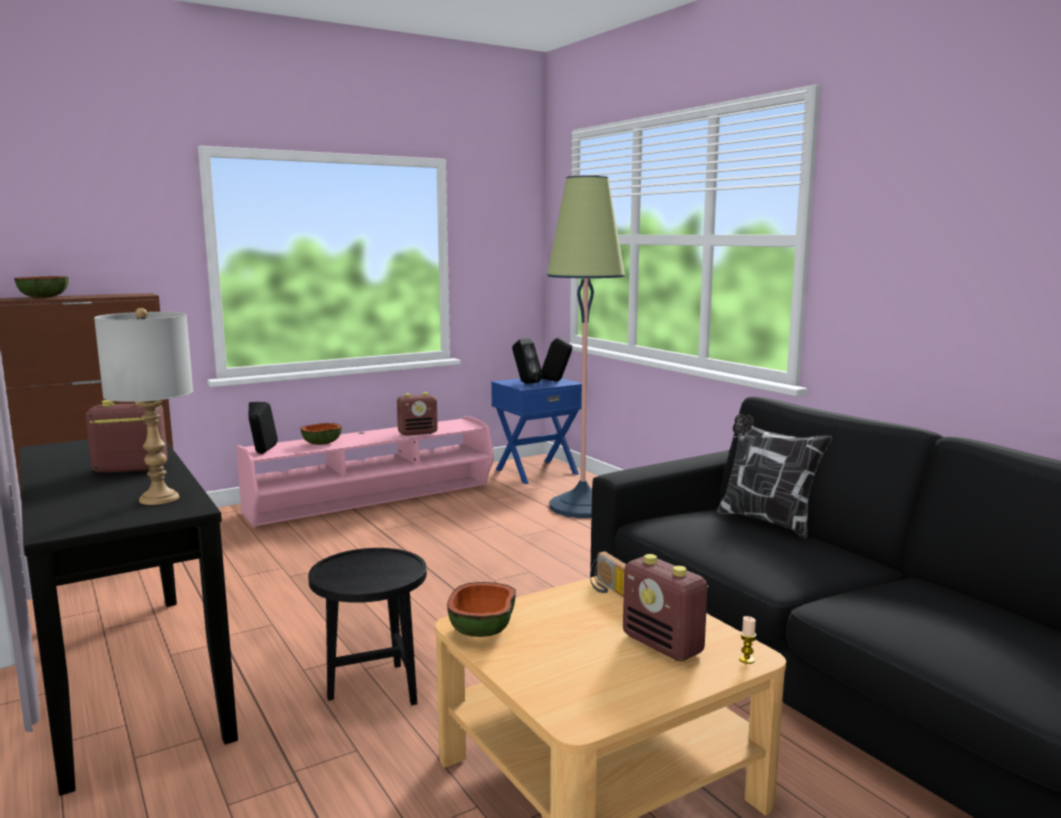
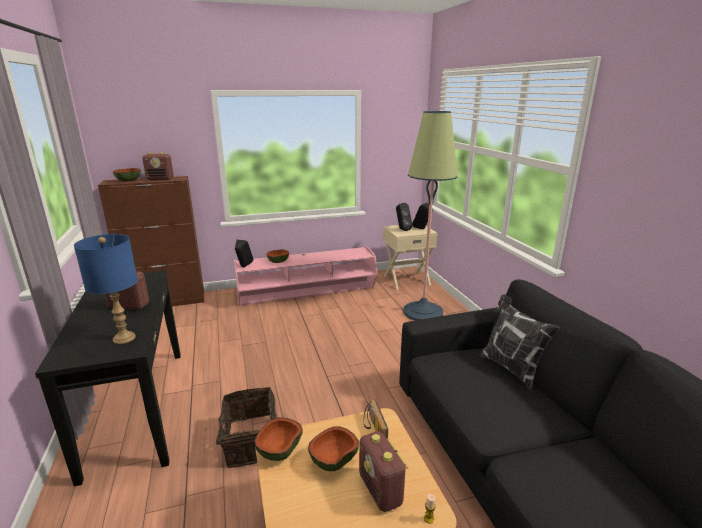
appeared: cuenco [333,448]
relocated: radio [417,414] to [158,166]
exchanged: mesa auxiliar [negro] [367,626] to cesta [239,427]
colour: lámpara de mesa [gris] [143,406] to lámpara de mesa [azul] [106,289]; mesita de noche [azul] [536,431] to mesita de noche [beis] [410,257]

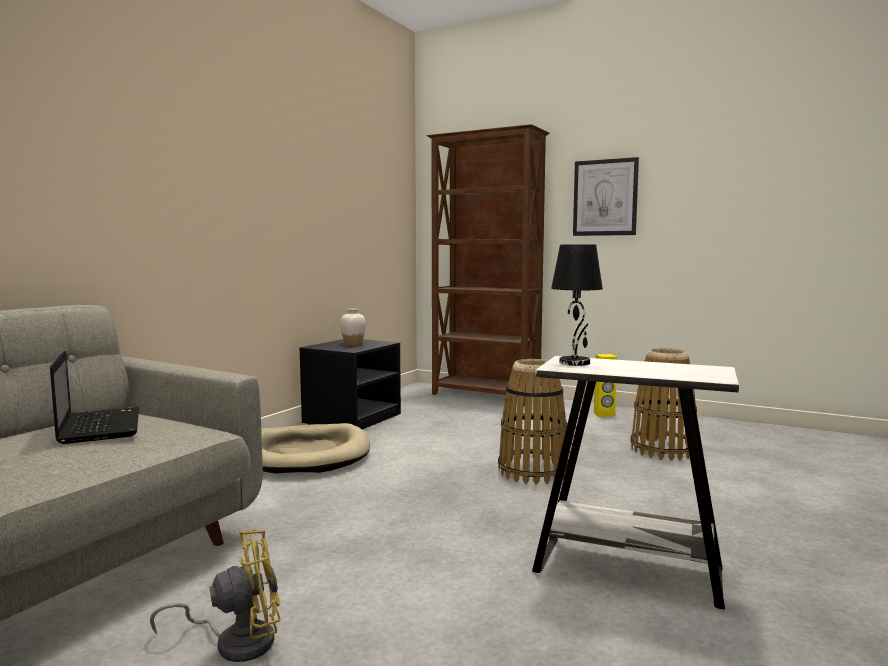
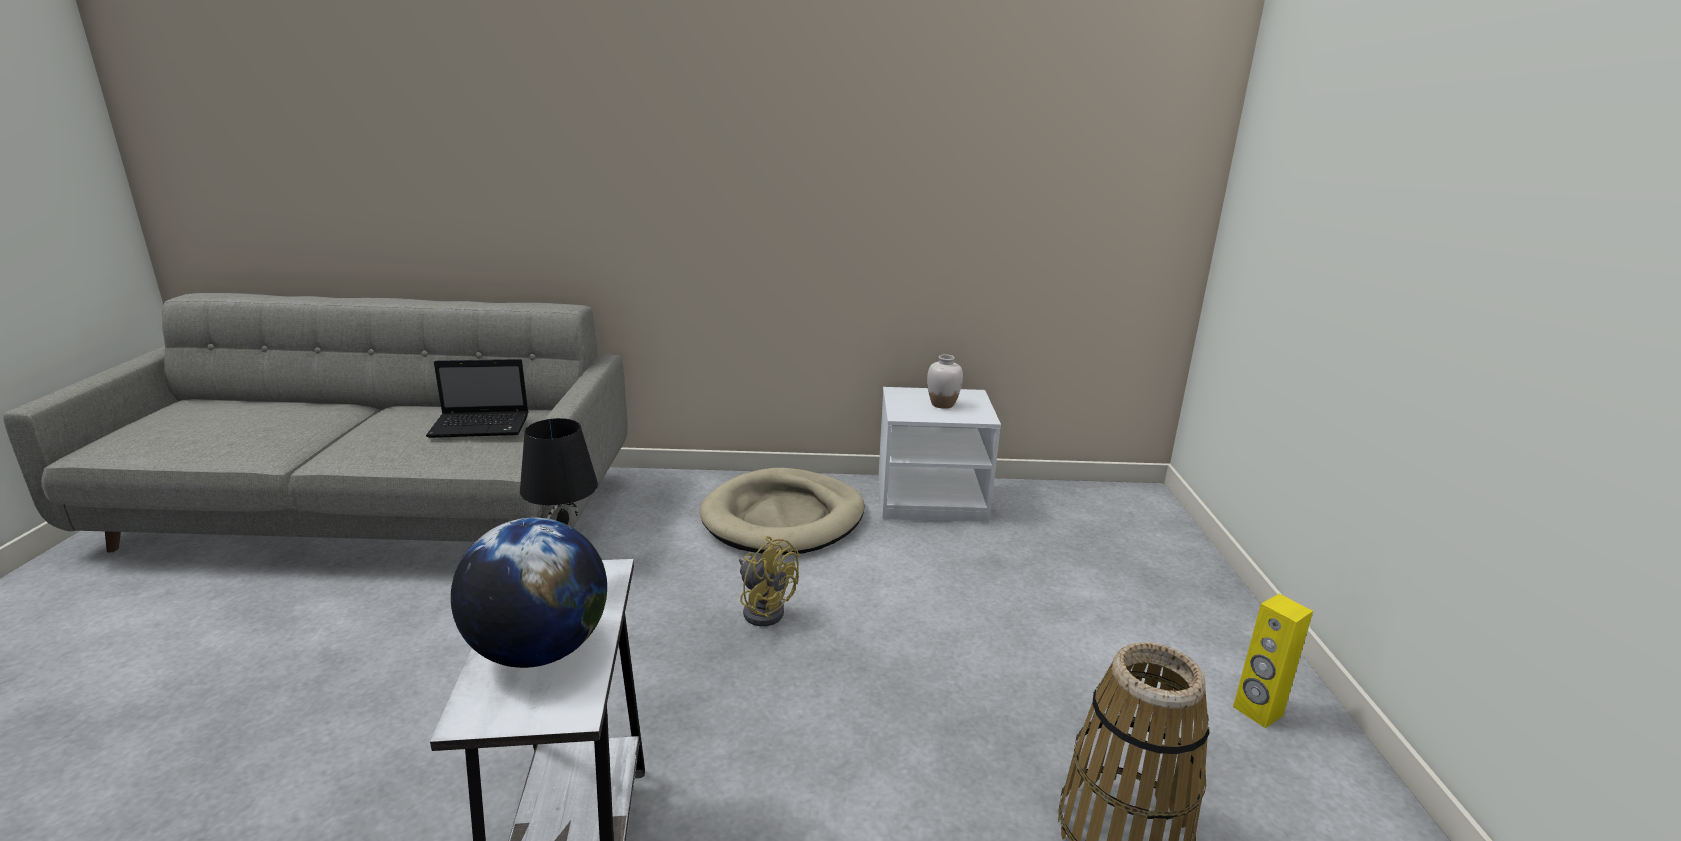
missing: estantería [marrón] [488,265]; cuadro [606,196]; cesta [533,422]
appeared: globo terráqueo [529,593]
relocated: ventilador [amarillo] [215,596] to [769,581]
colour: mesita de noche [negro] [350,384] to mesita de noche [blanco] [939,454]
spun: portátil [94,397] = [477,398] 45 degrees clockwise

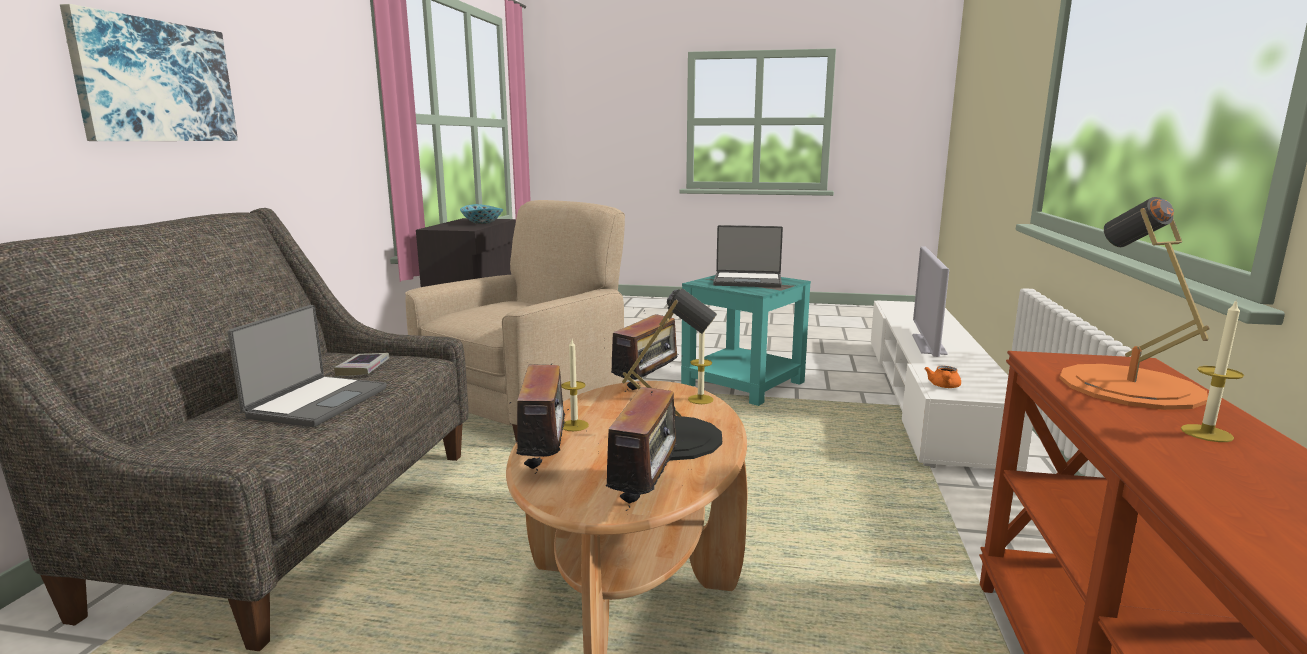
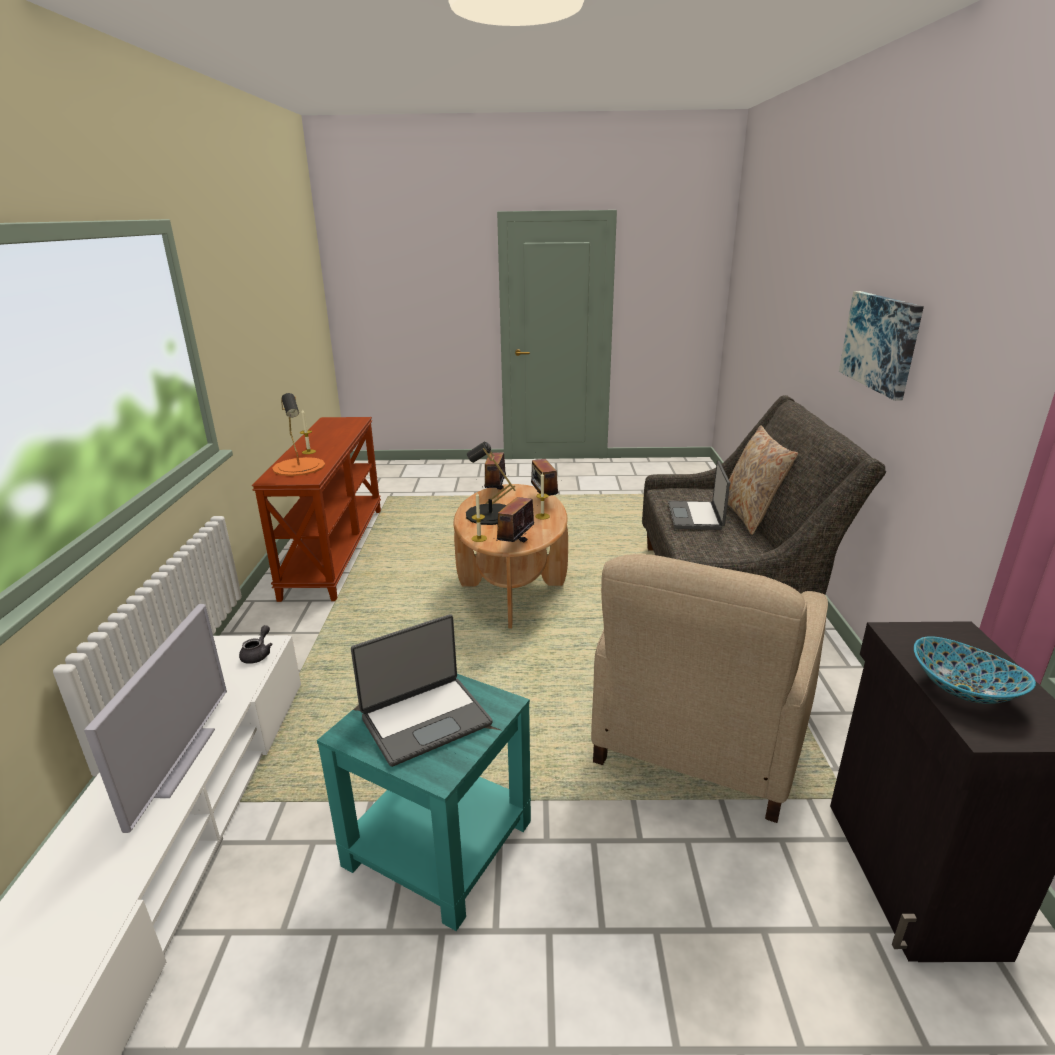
missing: libro [362,364]
appeared: cojín [beis] [763,480]
colour: tetera [naranja] [942,377] to tetera [gris] [256,644]
spun: portátil [748,256] = [422,690] 150 degrees clockwise

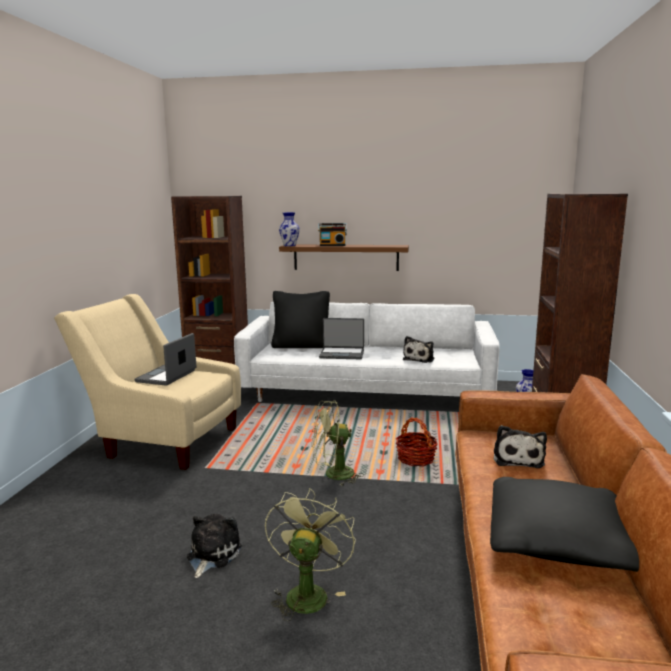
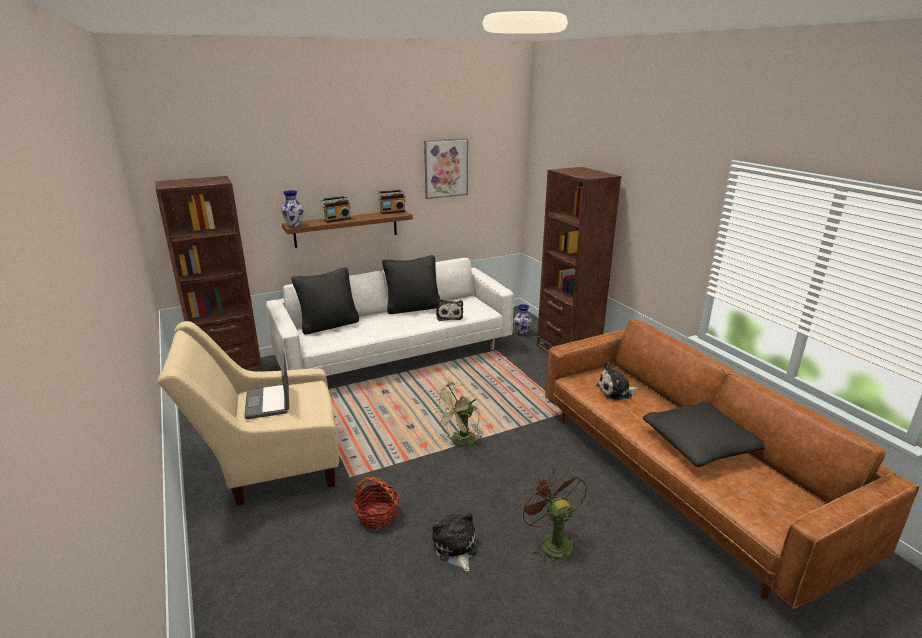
missing: portátil [341,338]
appeared: cuadro [446,168]; radio [391,202]; cojín [negro] [411,284]
relocated: cesta [417,441] to [376,502]
colour: ventilador [verde] [310,554] to ventilador [marrón] [552,518]
spun: peluche [520,446] = [618,381] 105 degrees clockwise

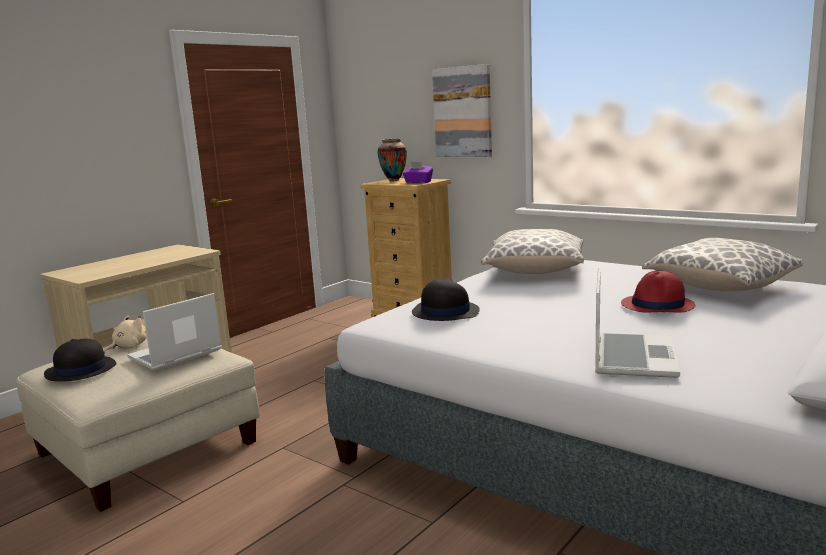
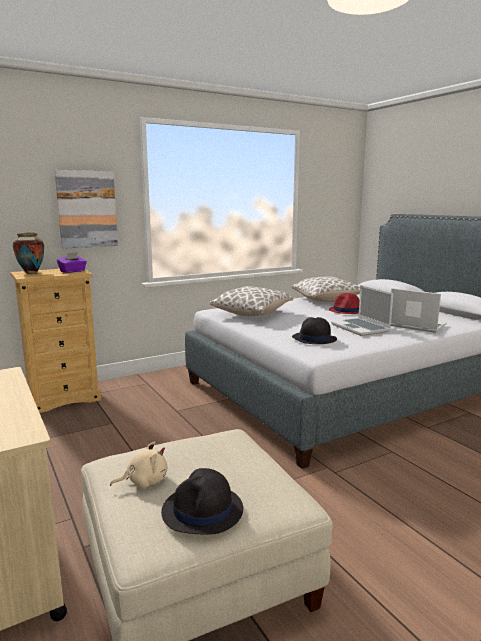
relocated: portátil [174,332] to [362,310]
spun: peluche [beis] [125,334] = [138,464] 105 degrees clockwise

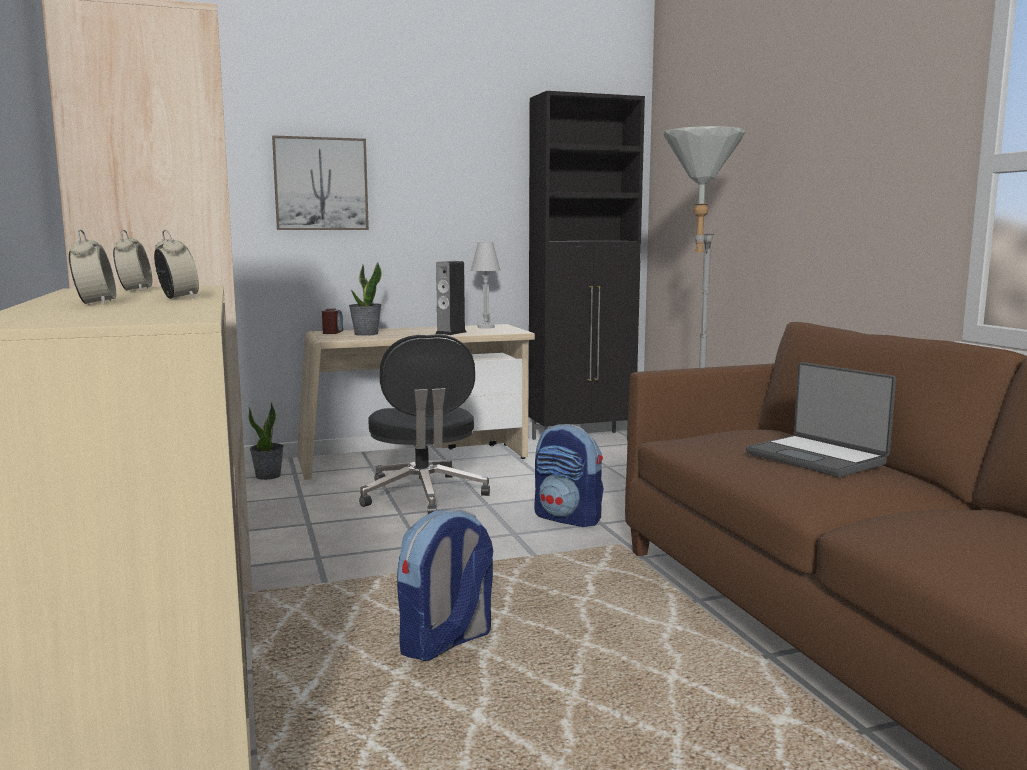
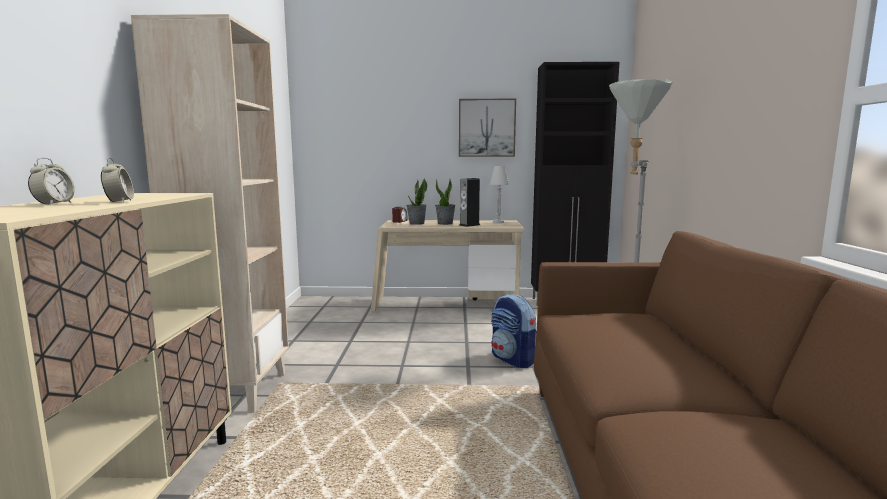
missing: despertador [132,260]; silla de oficina [negro] [424,424]; portátil [821,419]; mochila [445,585]
relocated: cuadro [320,182] to [487,128]; planta en maceta [266,441] to [445,202]

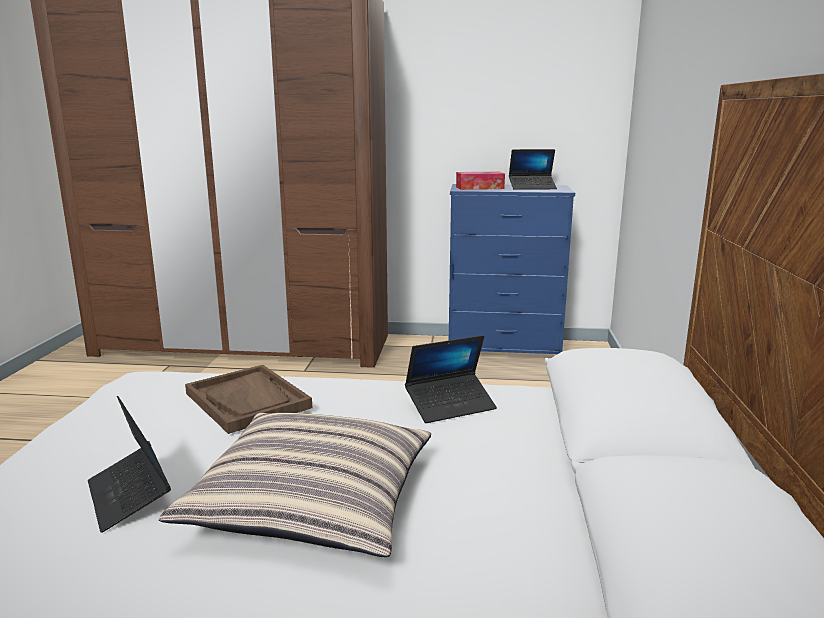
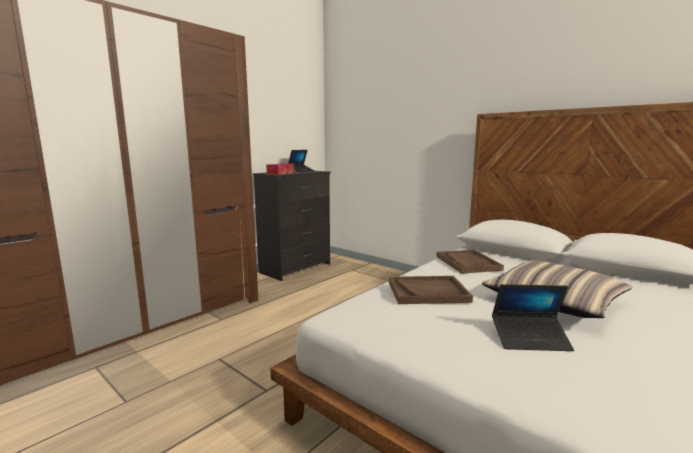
exchanged: portátil [451,379] to bandeja [marrón] [470,262]
colour: cómoda [azul] [512,269] to cómoda [negro] [291,226]

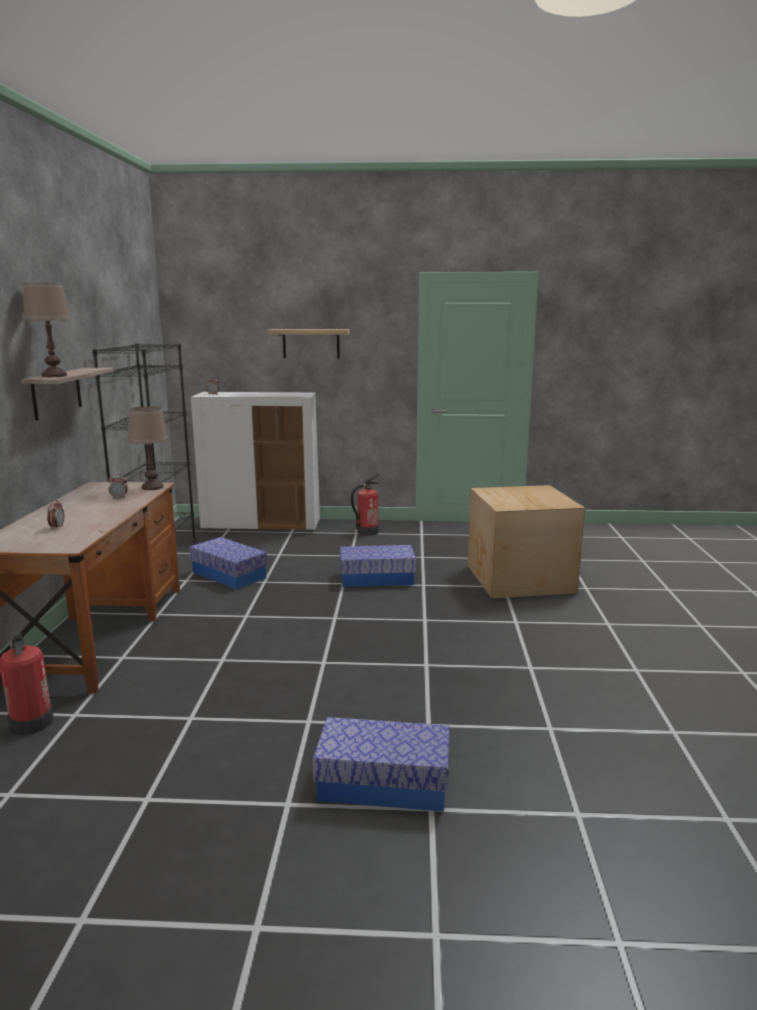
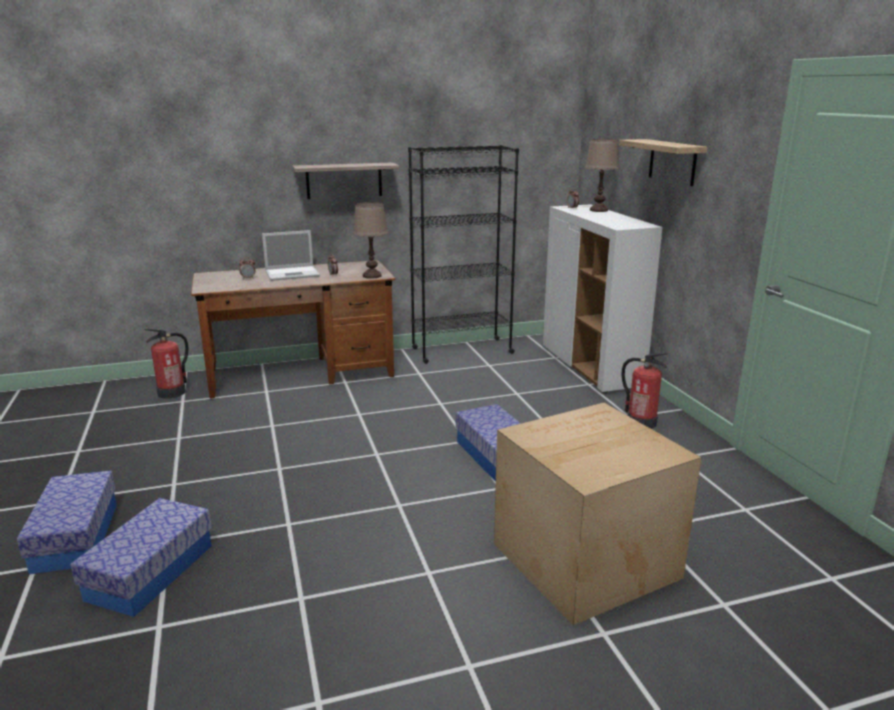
appeared: portátil [291,255]
relocated: lámpara de mesa [marrón] [47,330] to [602,175]; caja de almacenaje [228,563] to [141,557]

